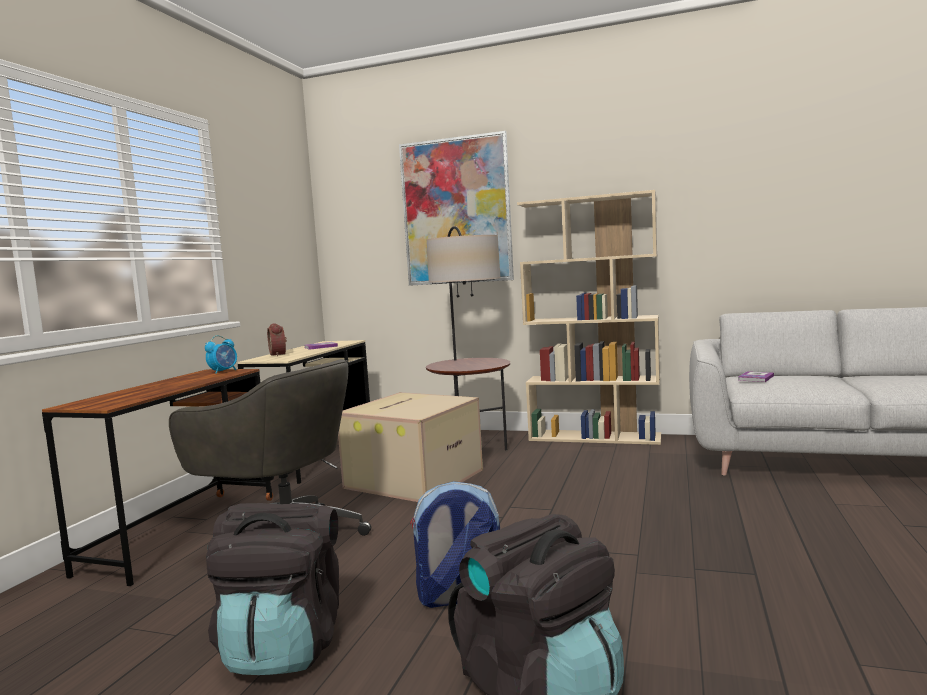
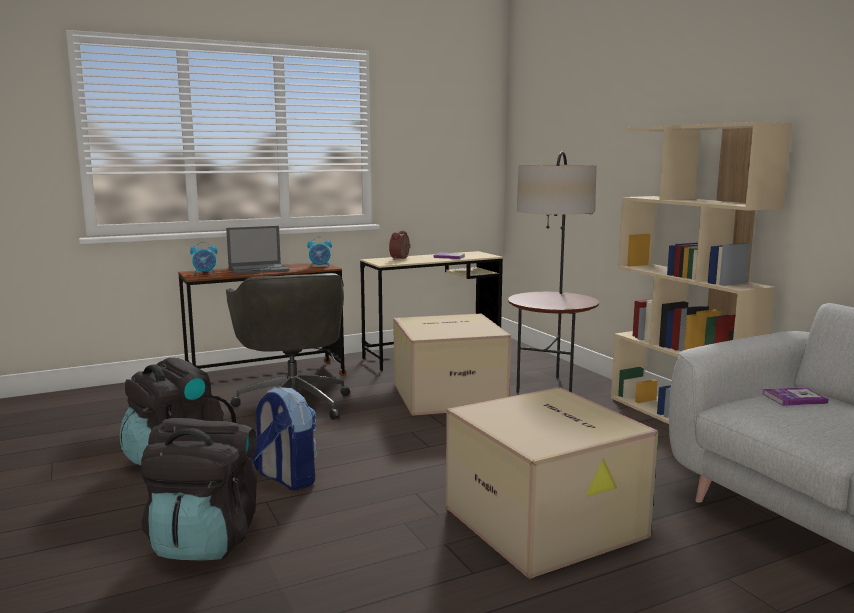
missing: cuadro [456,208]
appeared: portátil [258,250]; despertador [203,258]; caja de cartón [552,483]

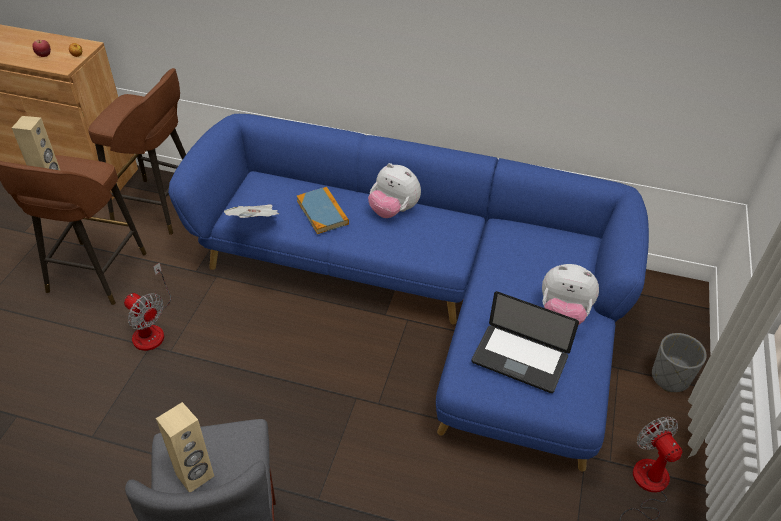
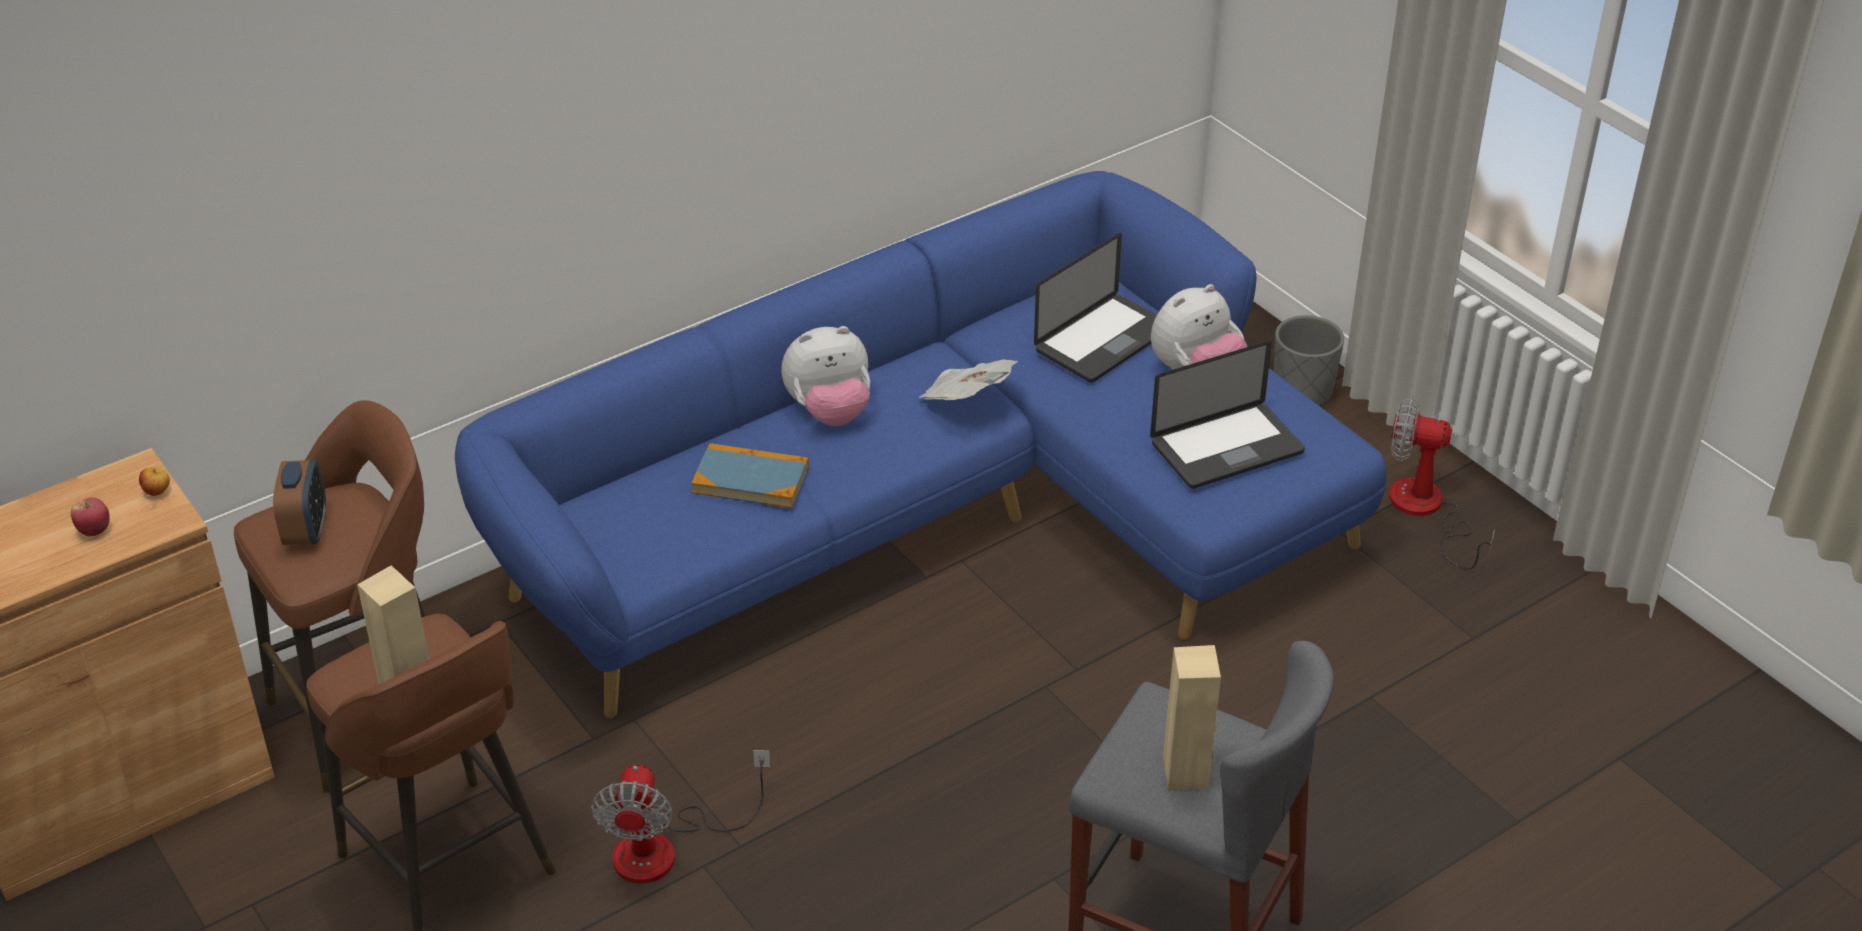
appeared: portátil [1095,308]; despertador [299,502]
relocated: periódico [251,211] to [968,379]
spun: ventilador [147,307] = [680,817] 105 degrees clockwise

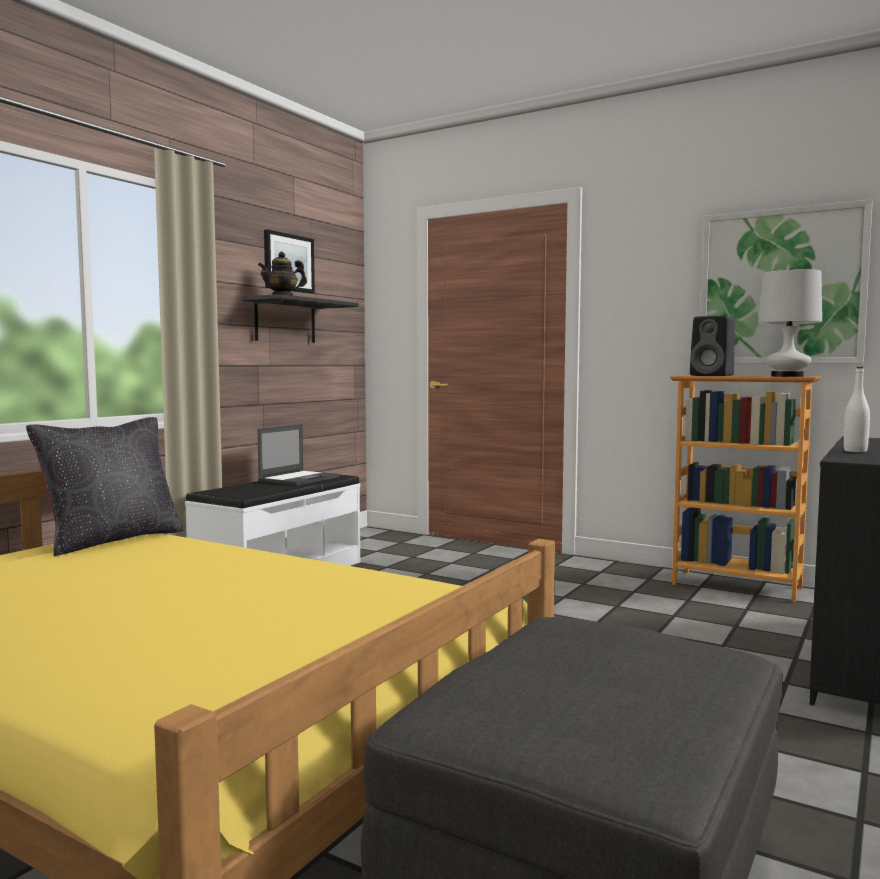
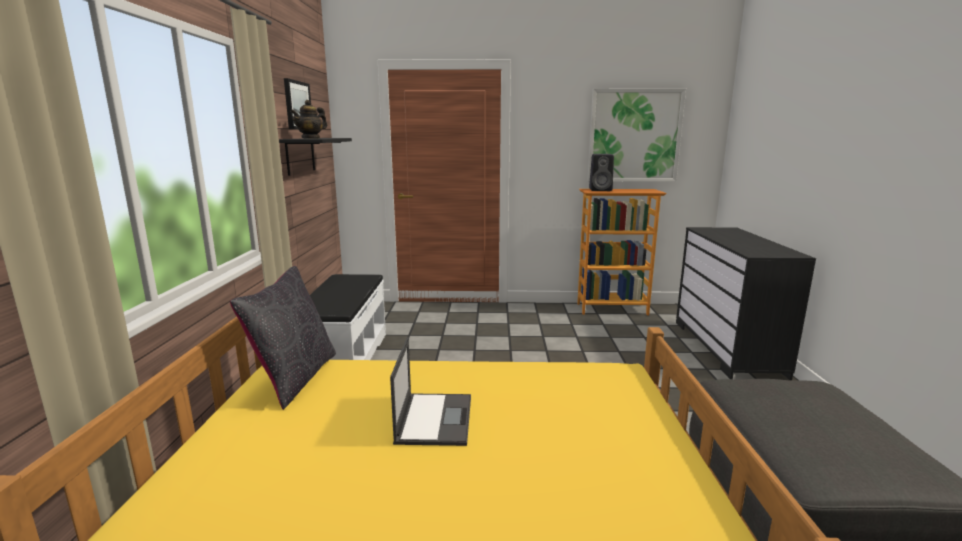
missing: lámpara de mesa [blanco] [790,322]; botella [blanco] [857,409]
relocated: portátil [298,454] to [430,391]

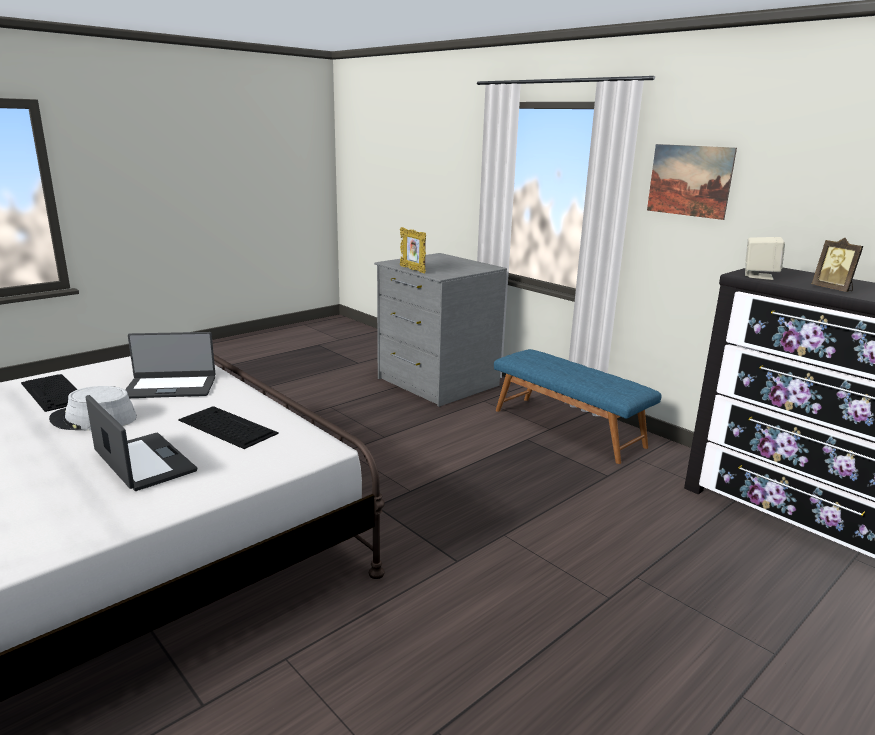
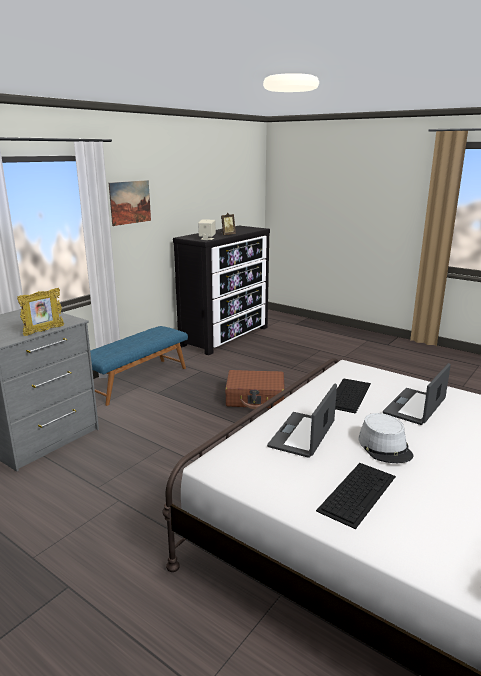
appeared: maleta [marrón] [255,389]
spun: portátil [170,365] = [302,421] 135 degrees counterclockwise

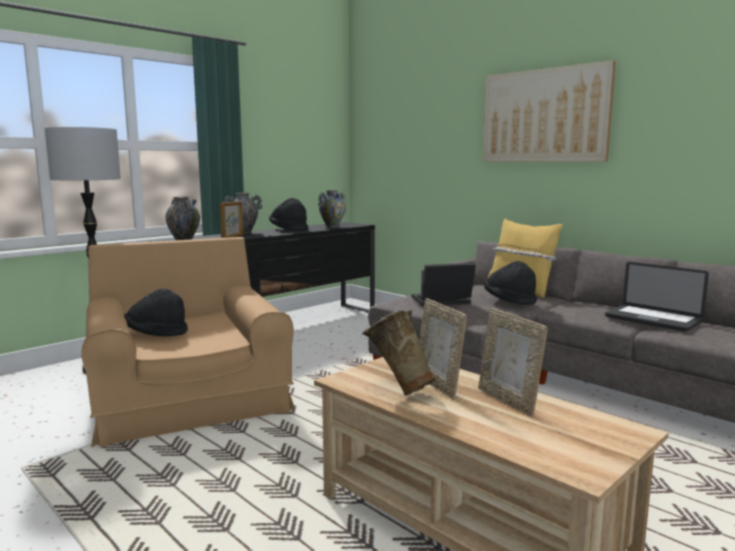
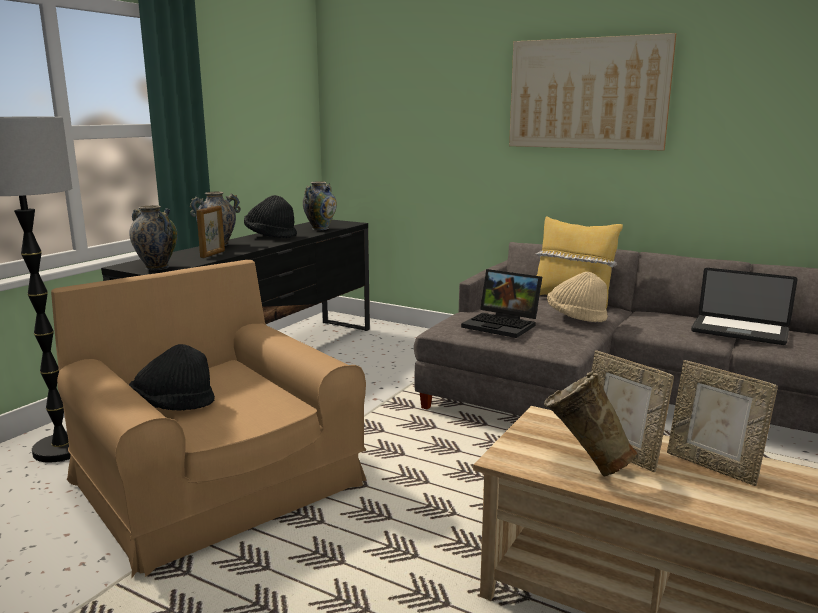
colour: sombrero [negro] [510,283] to sombrero [beis] [577,297]
spun: portátil [444,284] = [501,303] 120 degrees counterclockwise

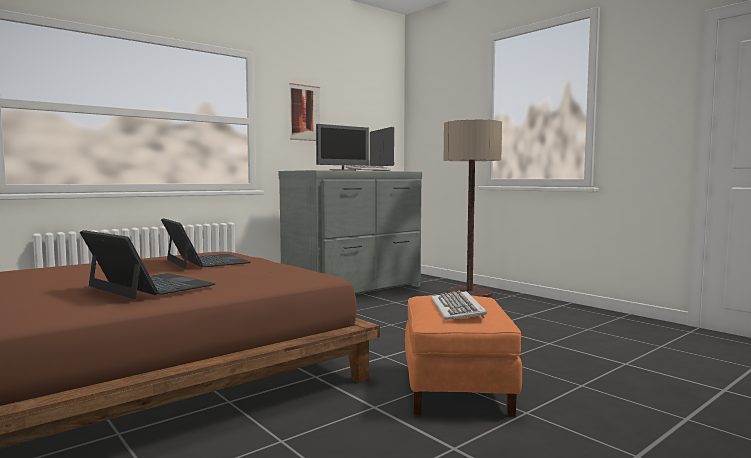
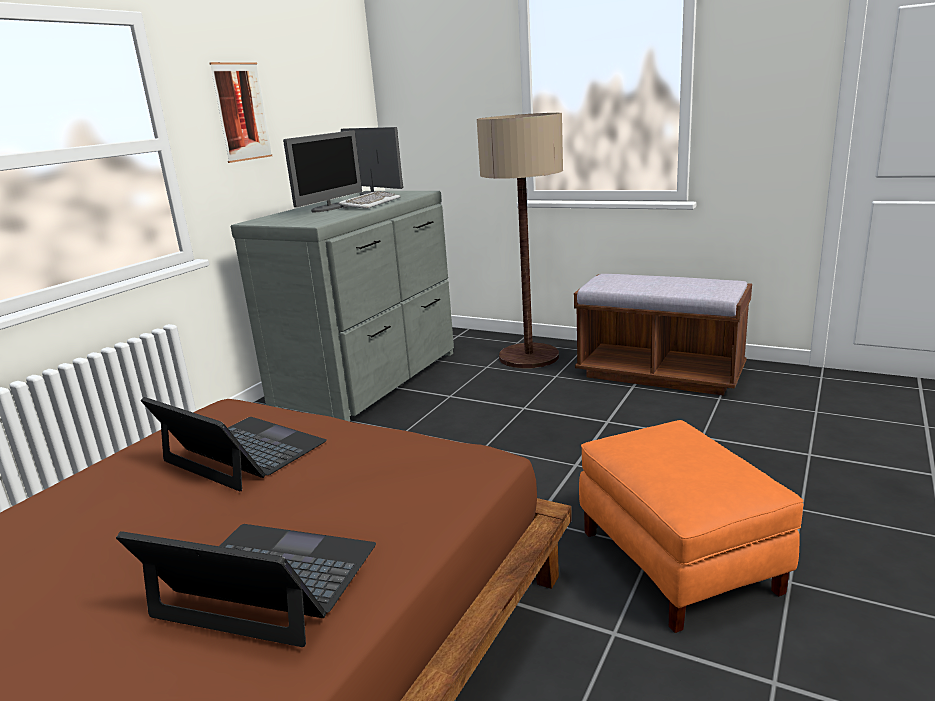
missing: teclado [459,305]
appeared: banco [marrón] [663,335]

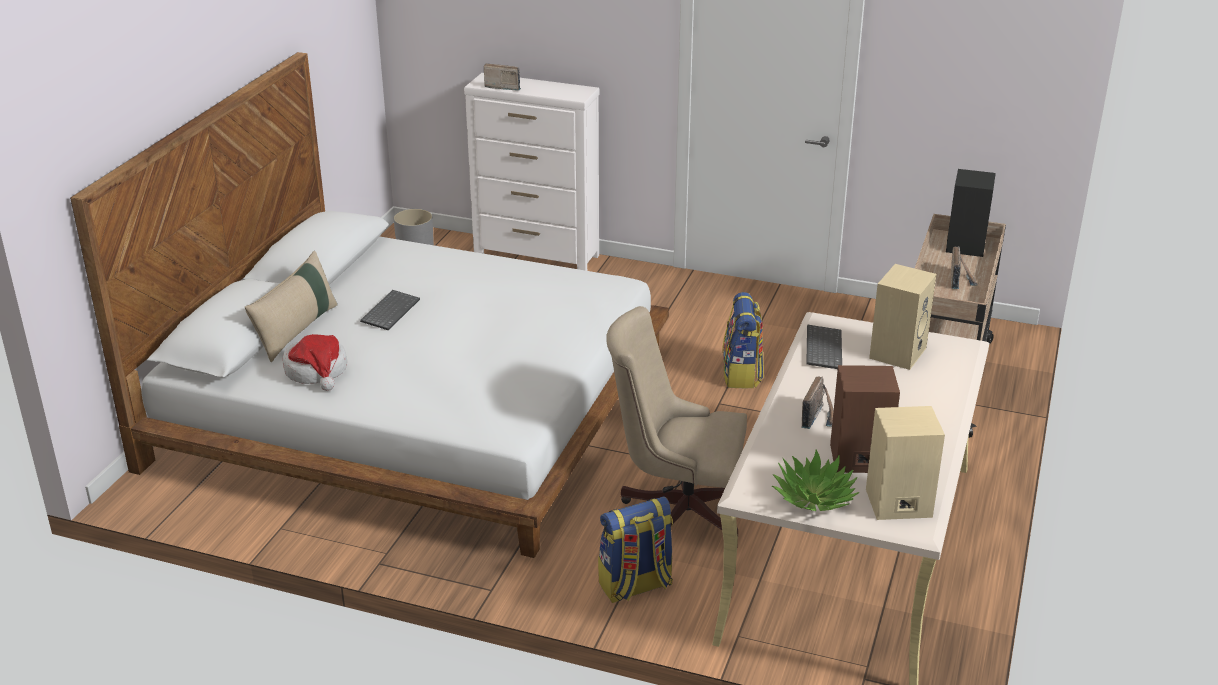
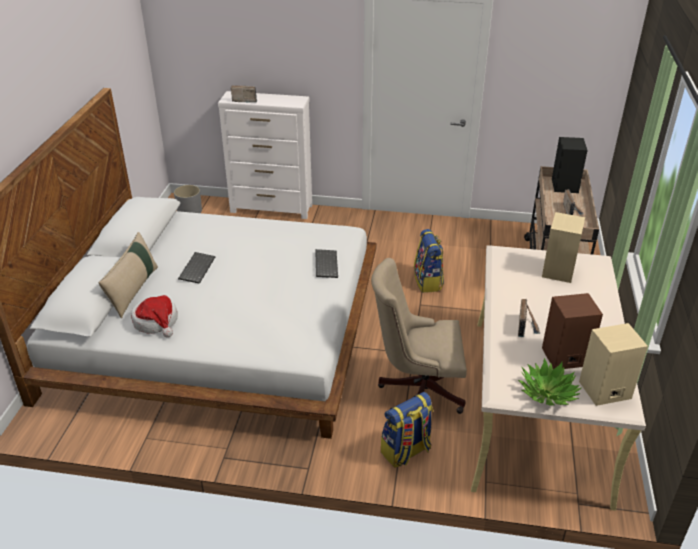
relocated: teclado [824,346] to [326,263]

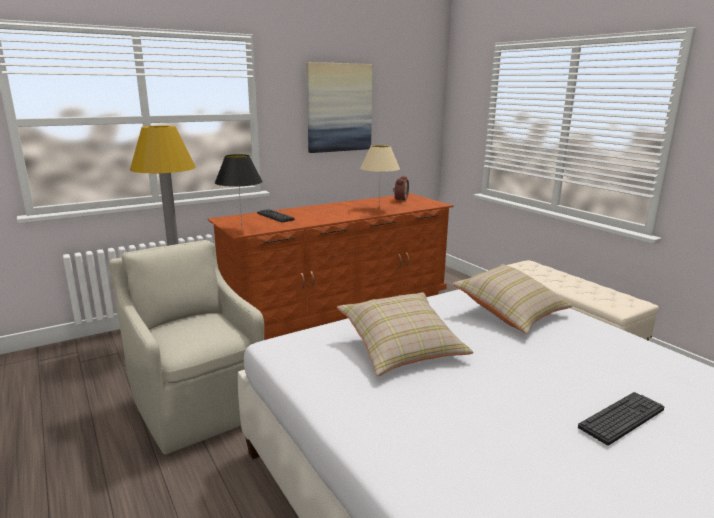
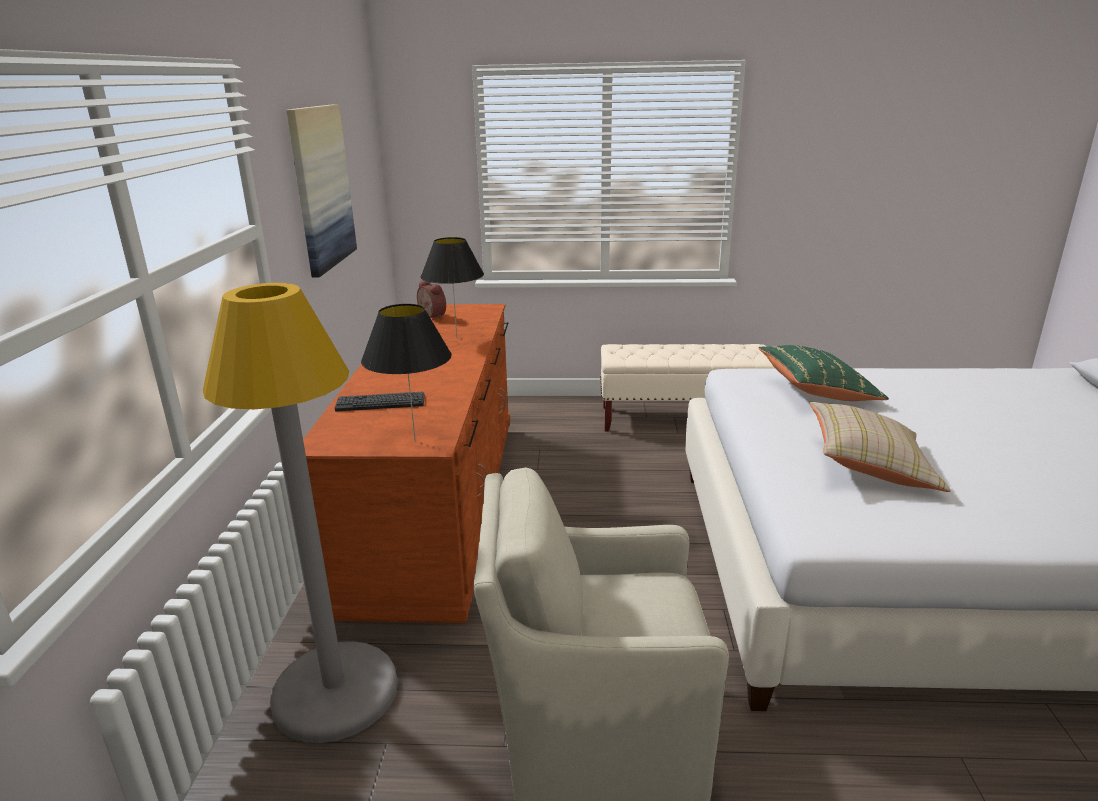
missing: teclado [621,418]
colour: lámpara de mesa [beis] [380,176] to lámpara de mesa [negro] [452,287]; cojín [beis] [512,299] to cojín [verde] [824,373]

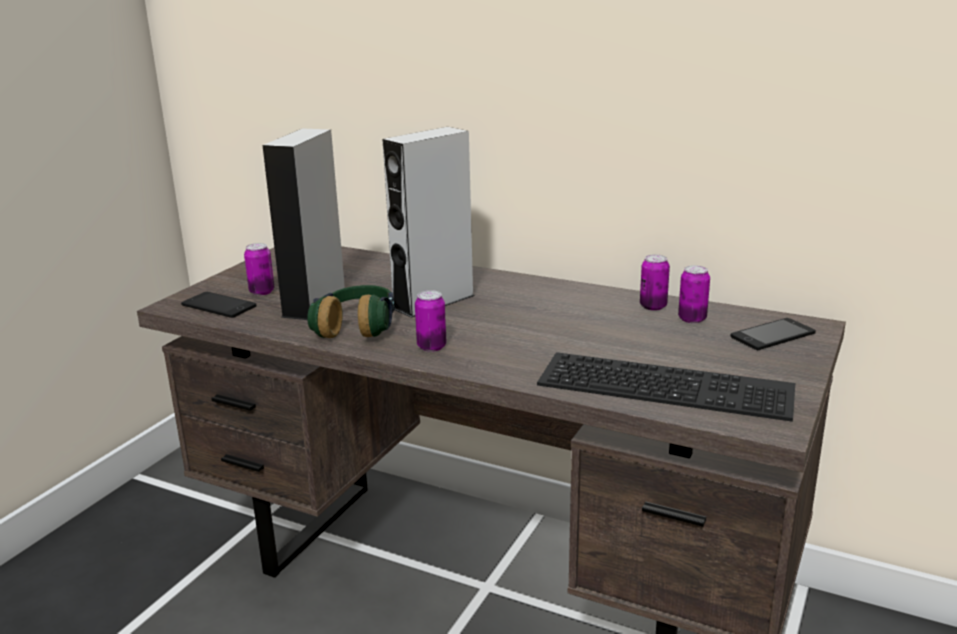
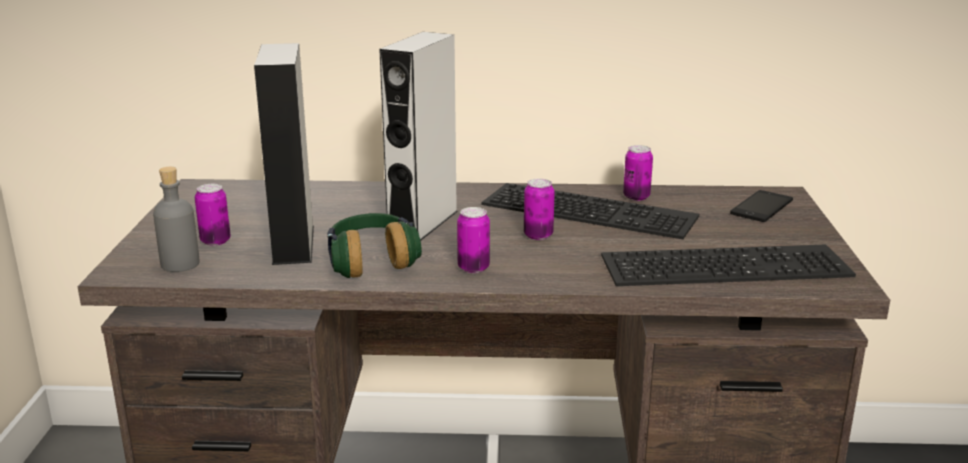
appeared: teclado [590,211]
relocated: lata [694,294] to [539,209]
exchanged: móvil [218,305] to botella [gris] [176,219]

